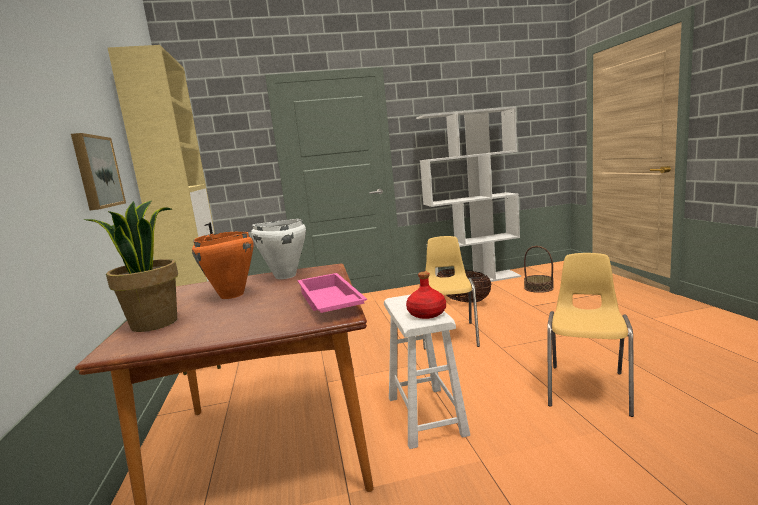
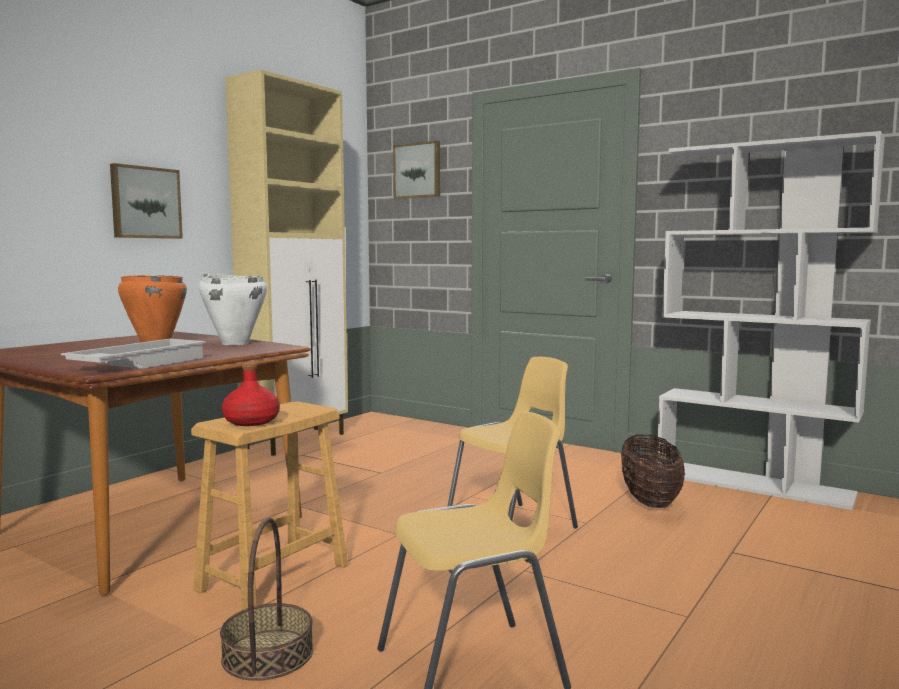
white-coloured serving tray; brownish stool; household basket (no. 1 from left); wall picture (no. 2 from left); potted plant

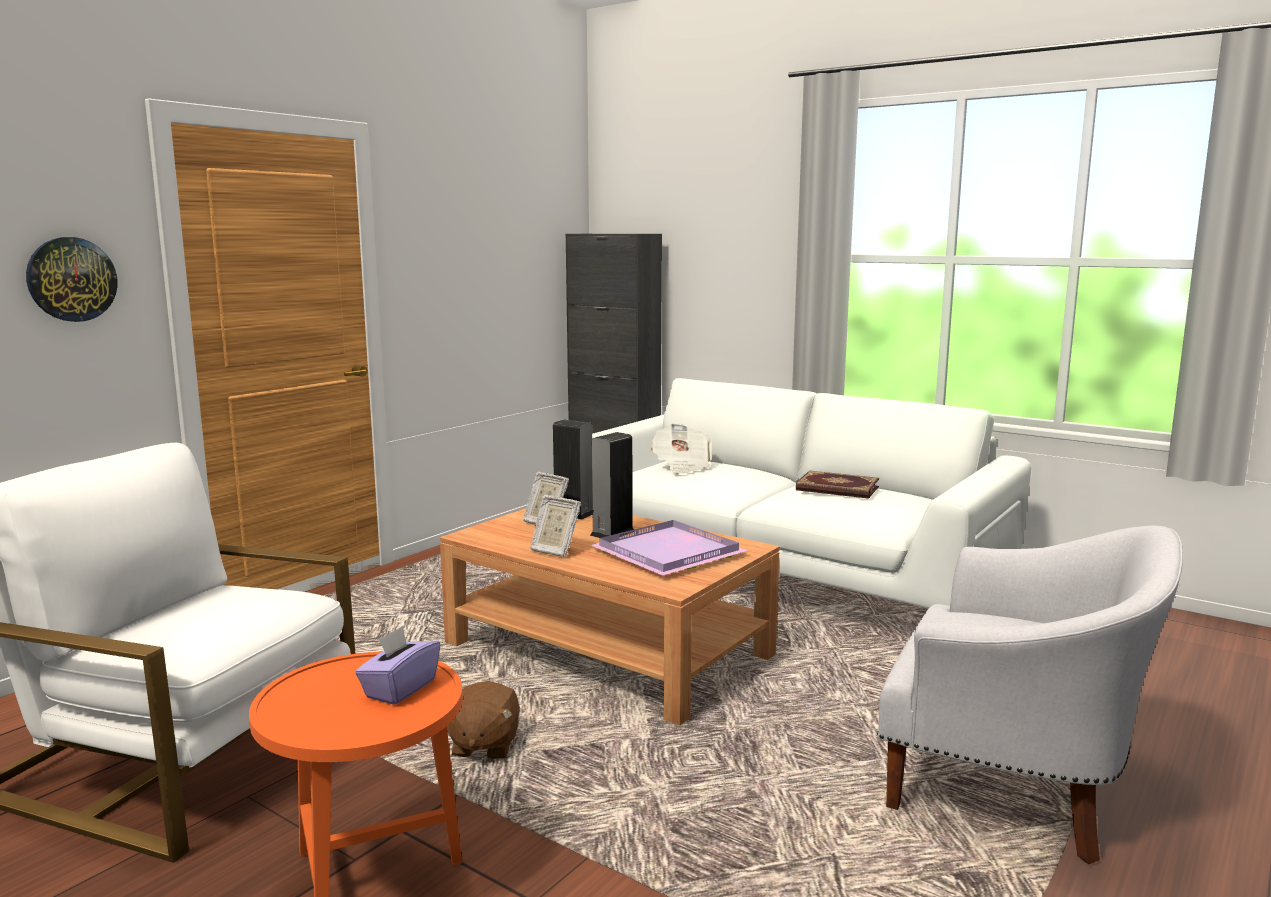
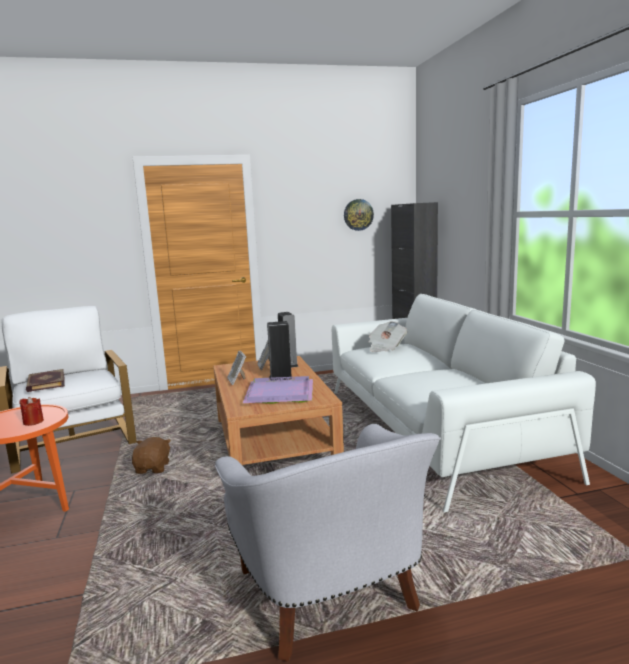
red wax light; book; brownish soft toy; wall clock

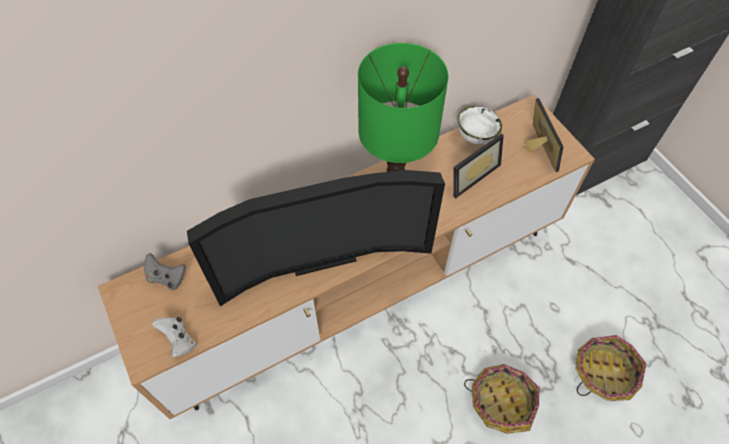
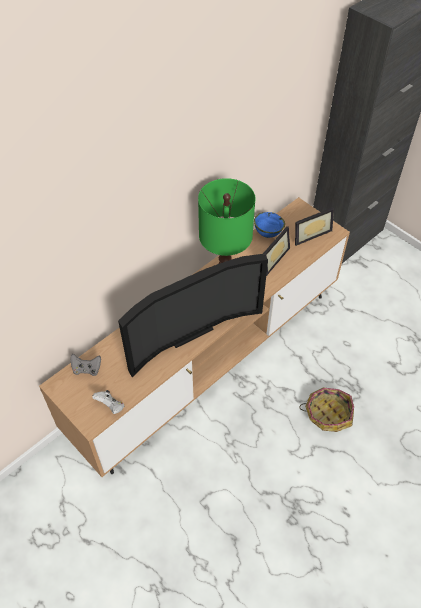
blue bowl; picture frame (no. 2 from left); household basket (no. 2 from left in the first image)

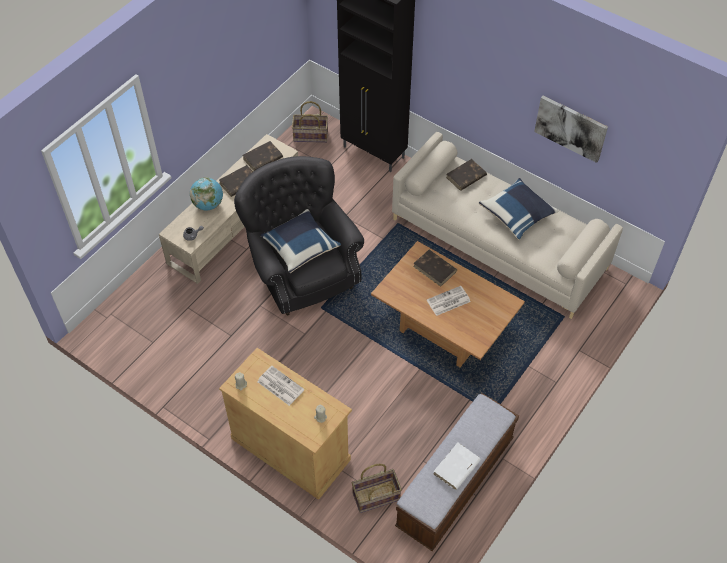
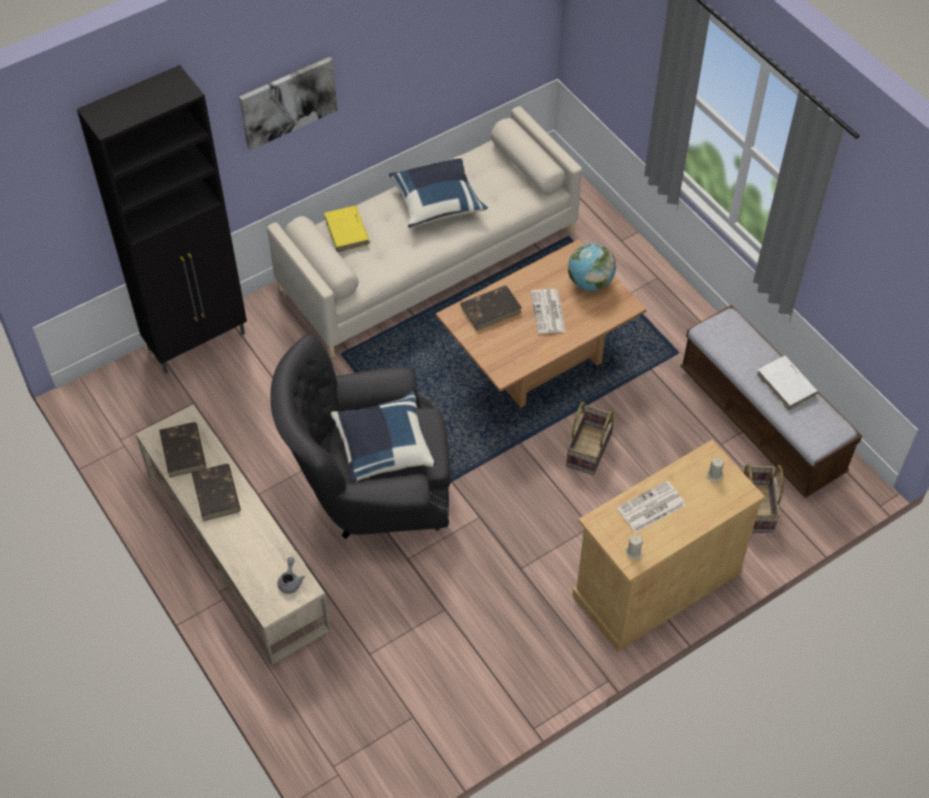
wall picture; yellowish book; household basket (no. 1 from left); globe

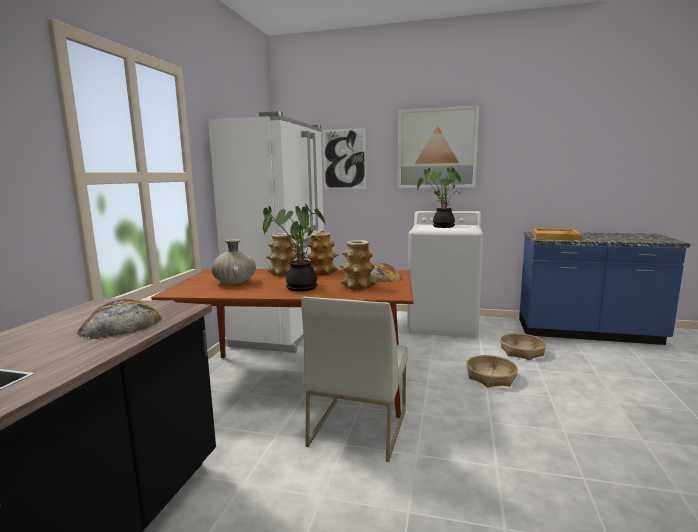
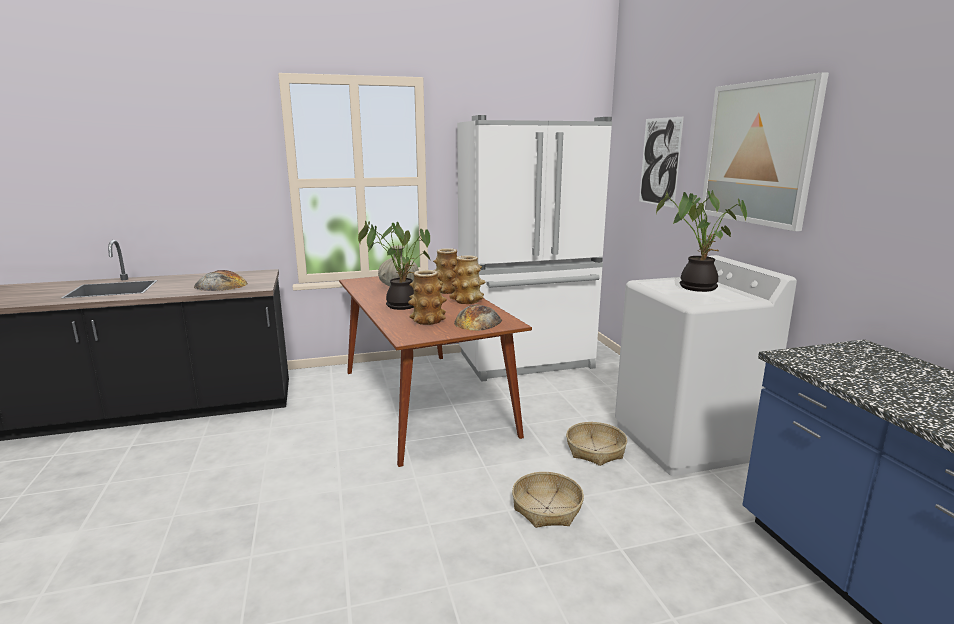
household basket (no. 2 from left); white-coloured chair; sand-coloured serving tray

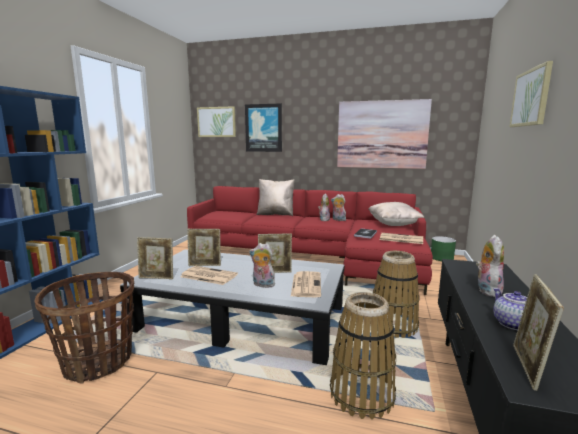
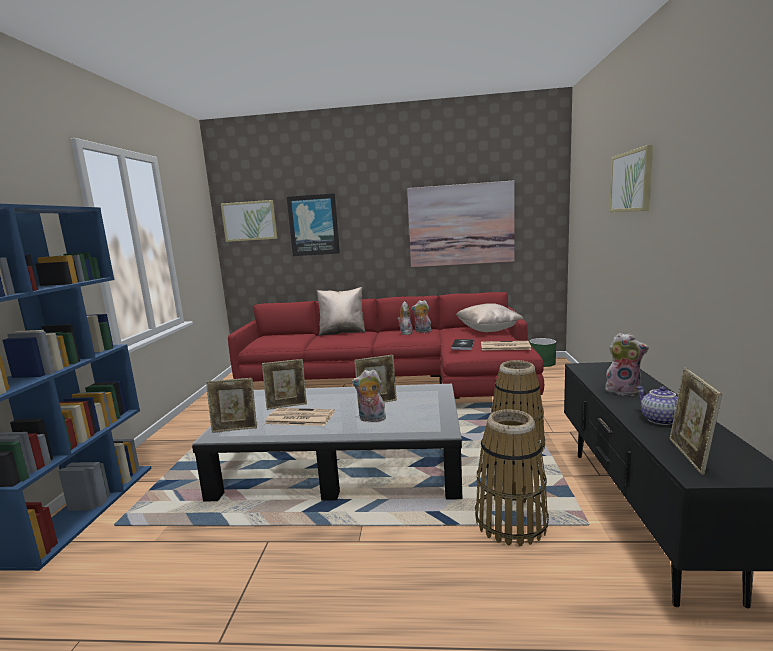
soft toy (no. 4 from left); household basket (no. 1 from left in the first image); daily paper (no. 2 from left in the first image)

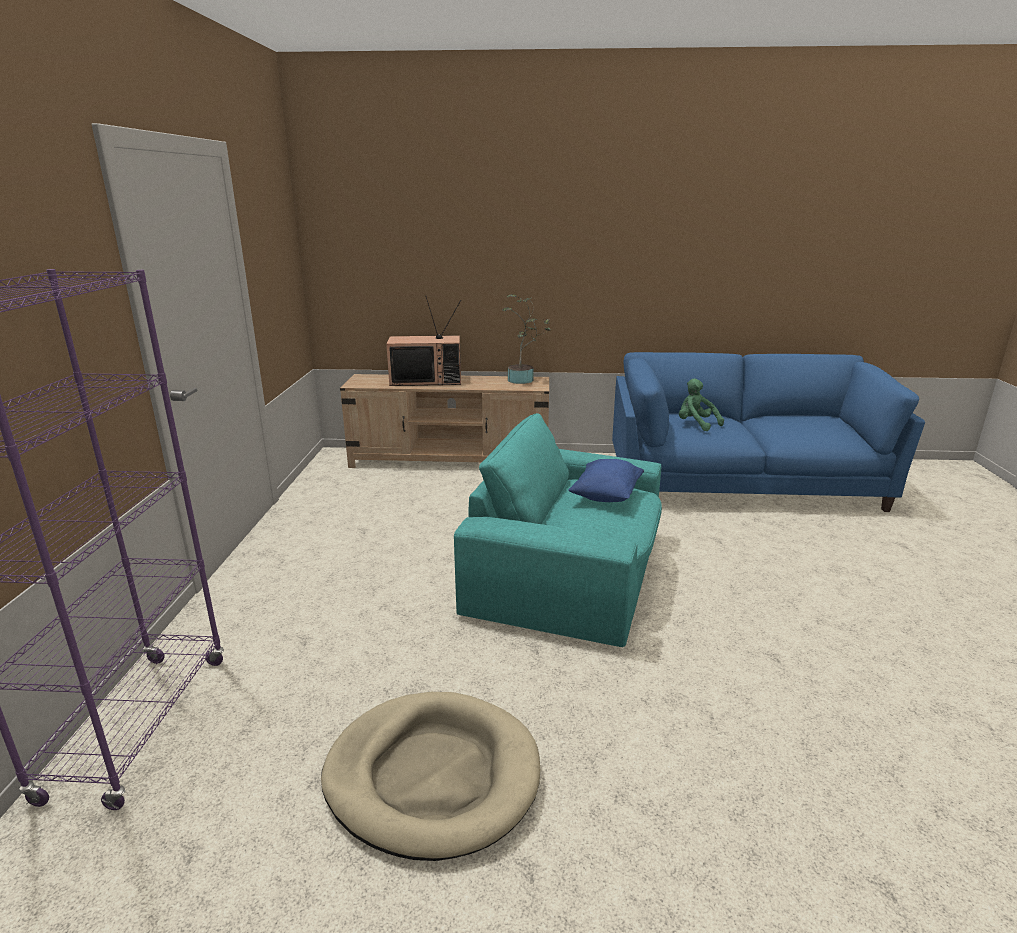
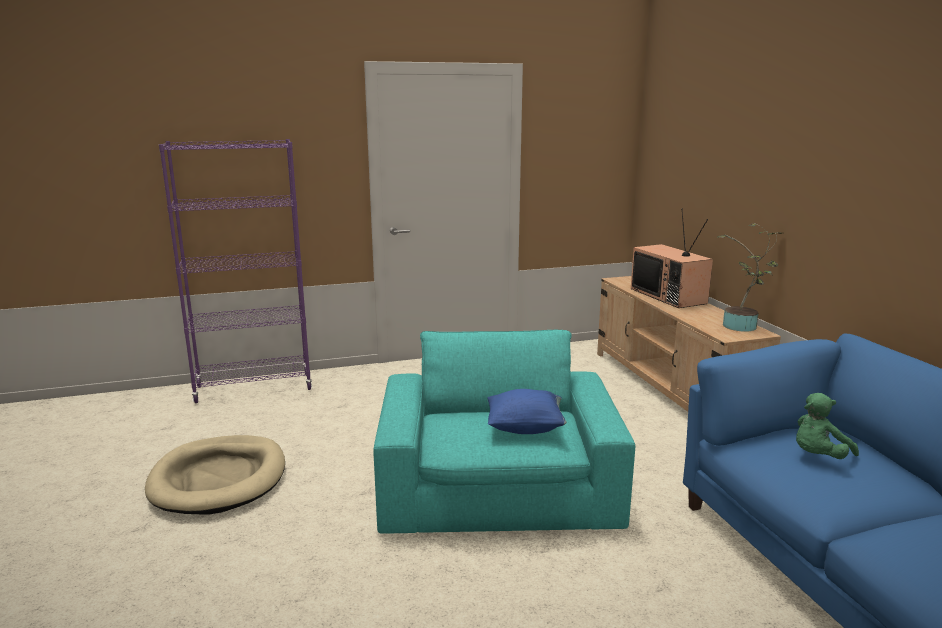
green-coloured soft toy

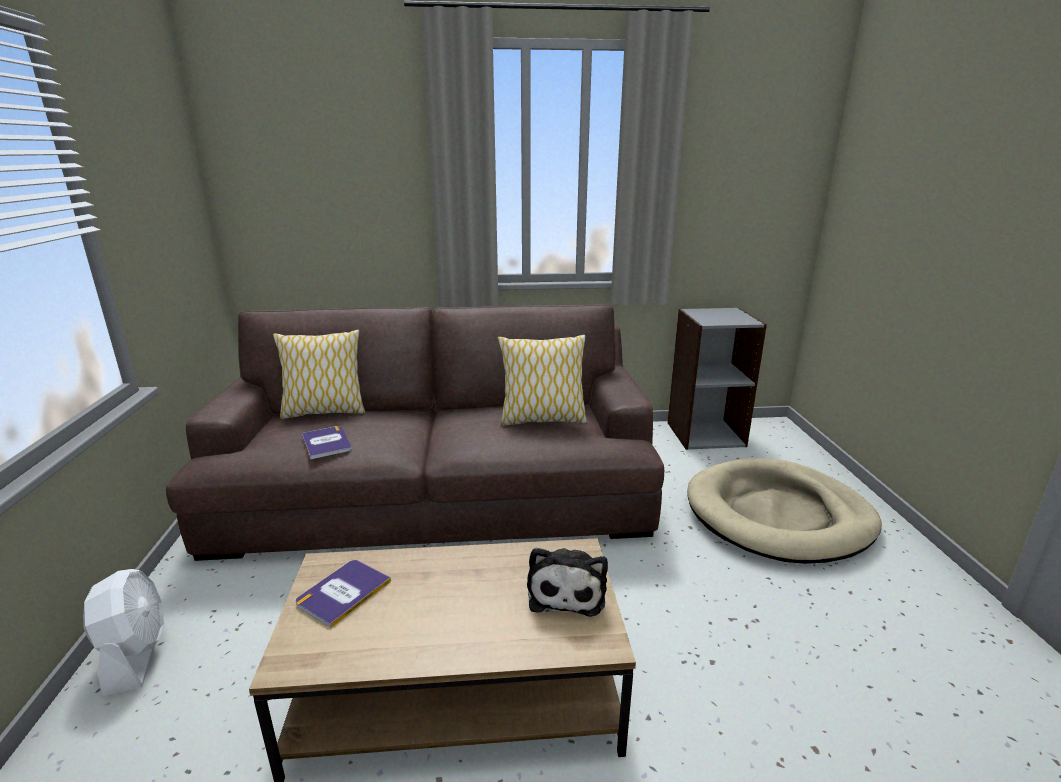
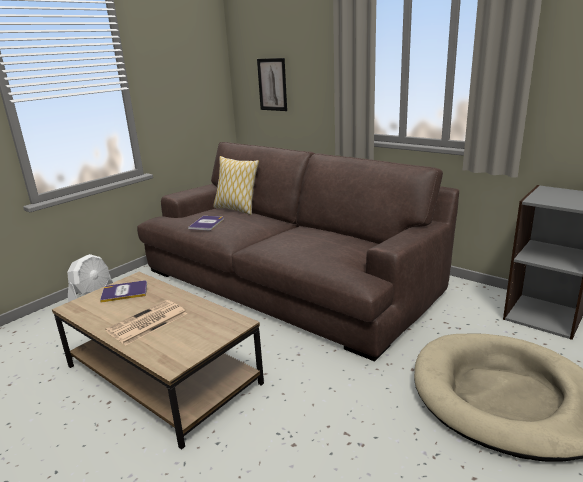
daily paper; wall picture; throw pillow (no. 2 from left in the first image); soft toy

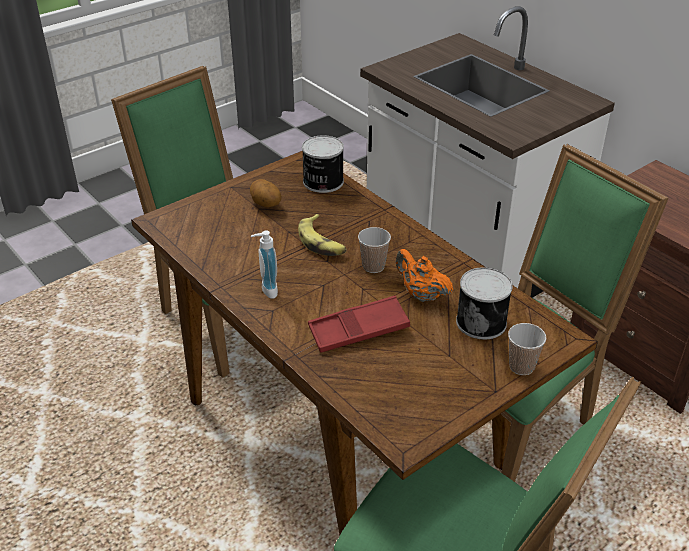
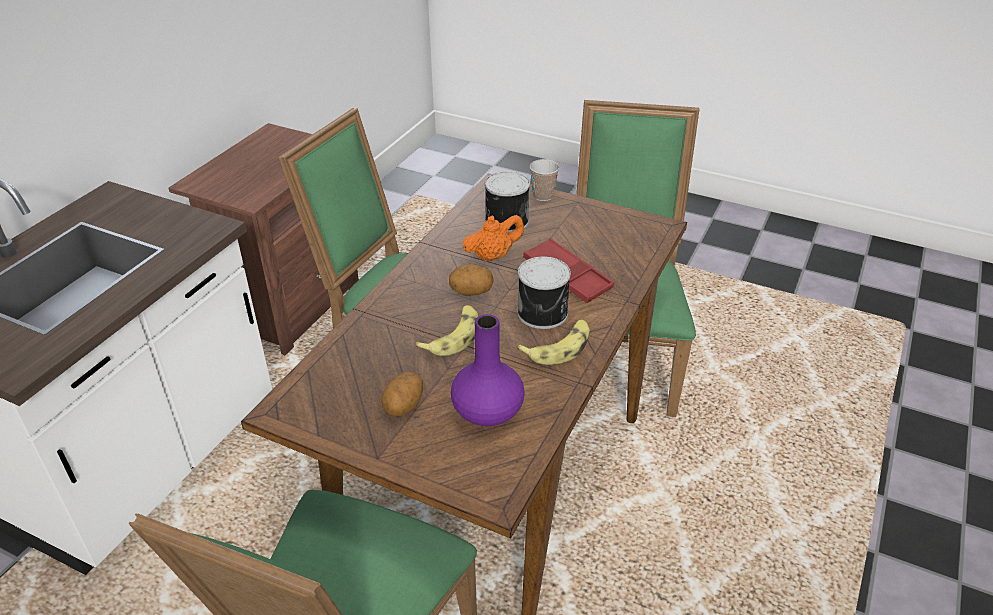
spud (no. 2 from left); purple decorative vase; orange pot for tea; metal can (no. 2 from left); banana (no. 2 from left)

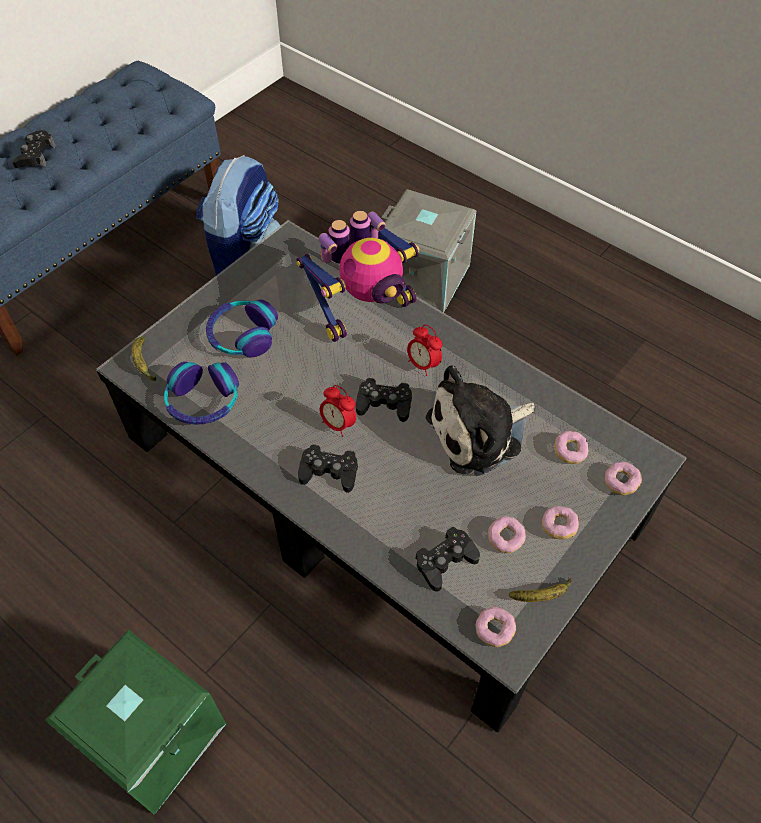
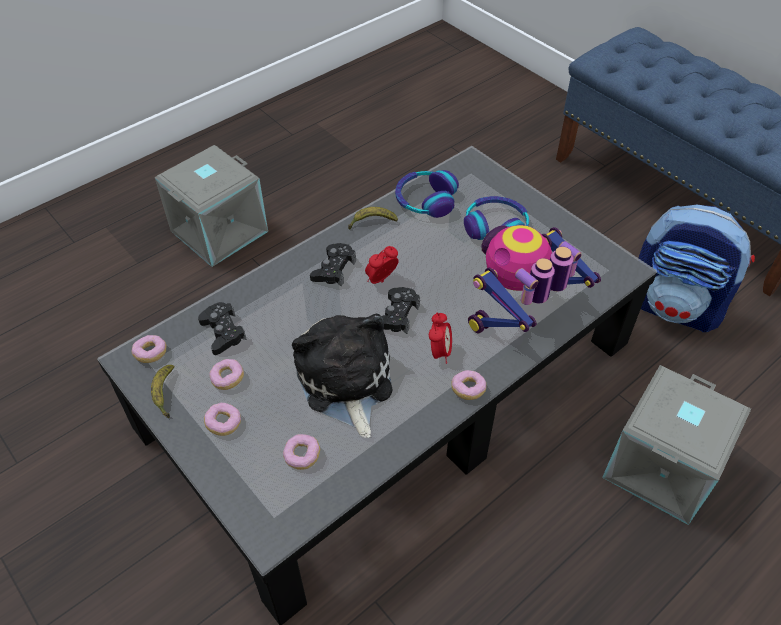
gray storage bin (no. 1 from left); banana (no. 2 from left); table clock (no. 2 from left); ring doughnut (no. 5 from left); toy robot; blackish game controller (no. 1 from left in the first image)

